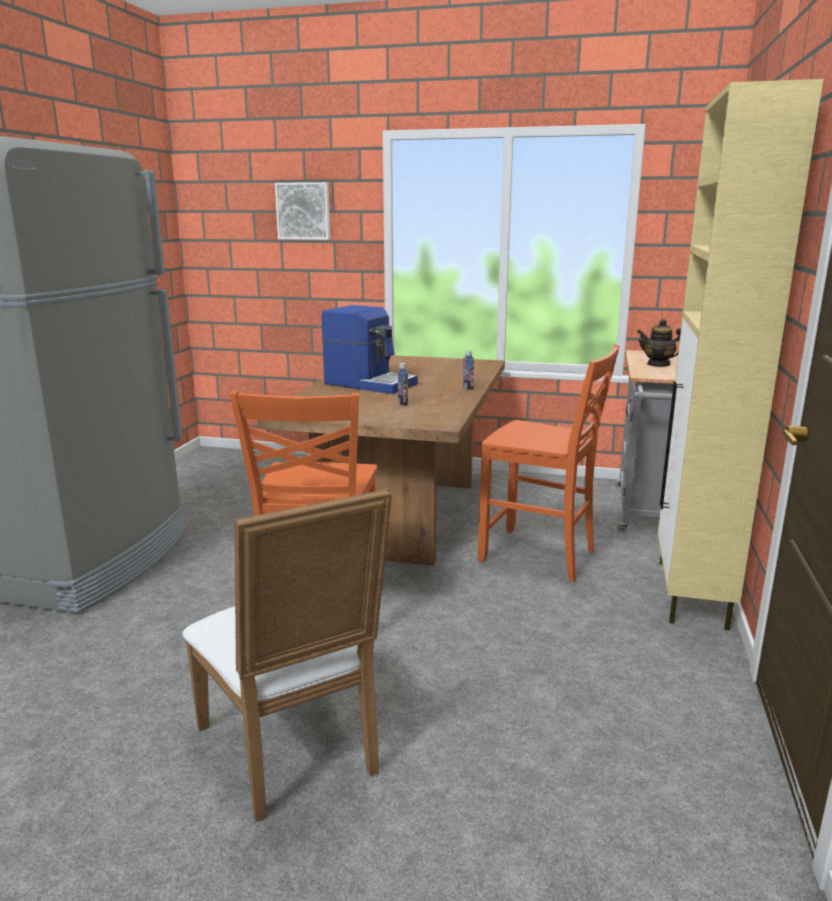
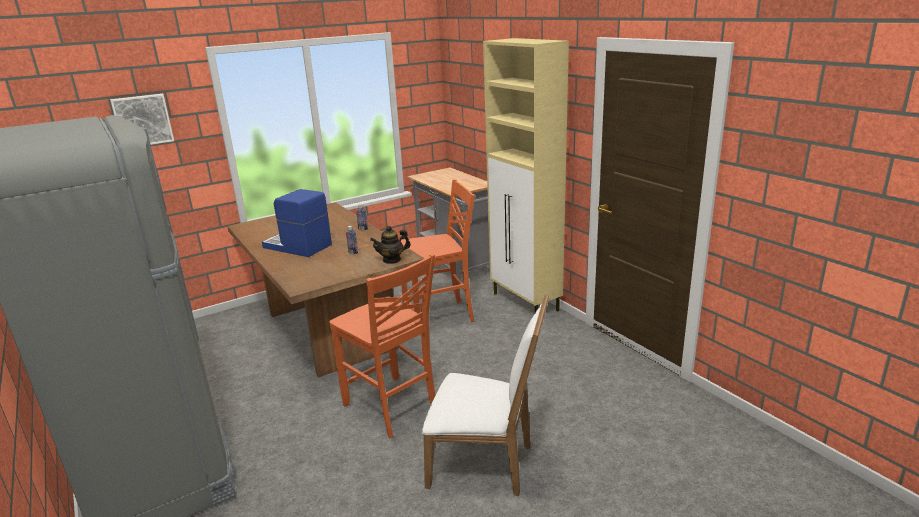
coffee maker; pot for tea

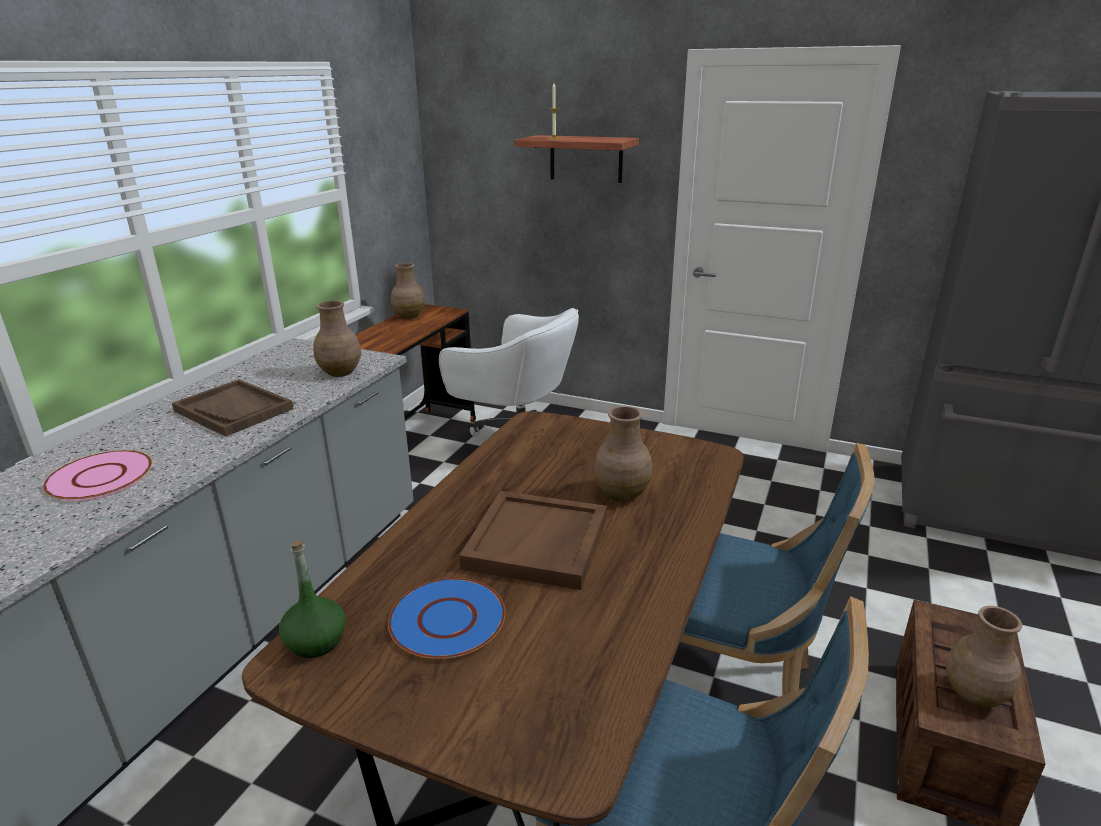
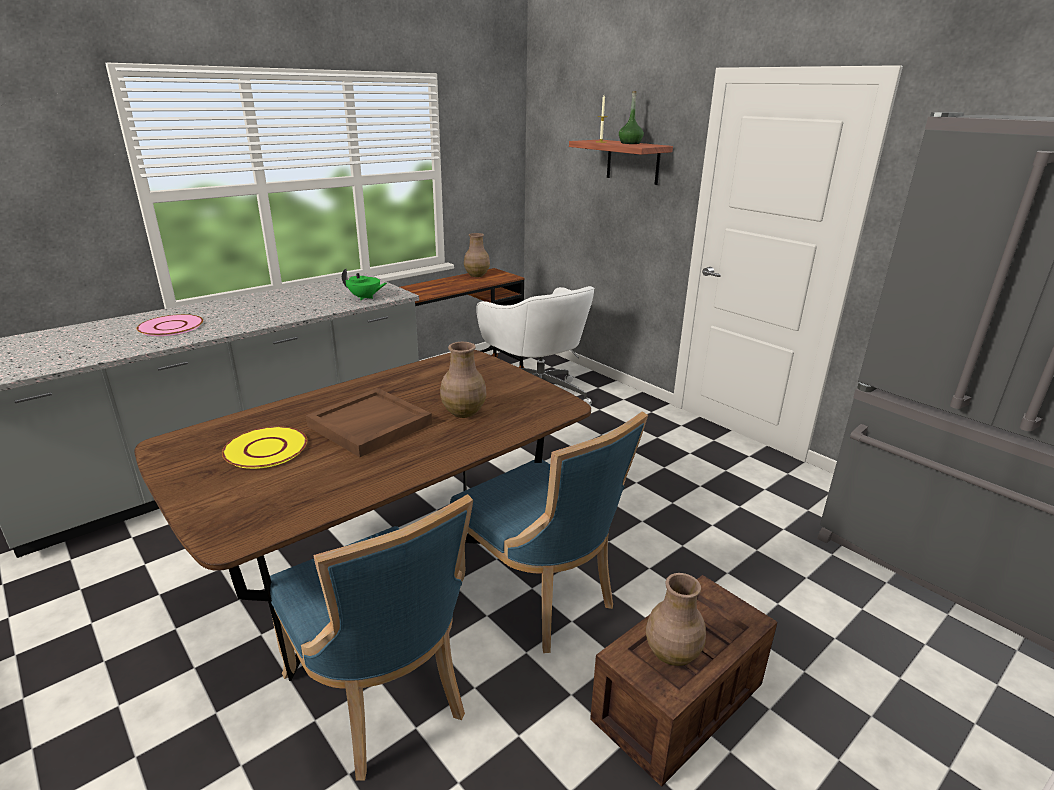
yellowish plate; green-coloured pot for tea; green-coloured drink bottle; brownish serving tray (no. 1 from left in the first image)

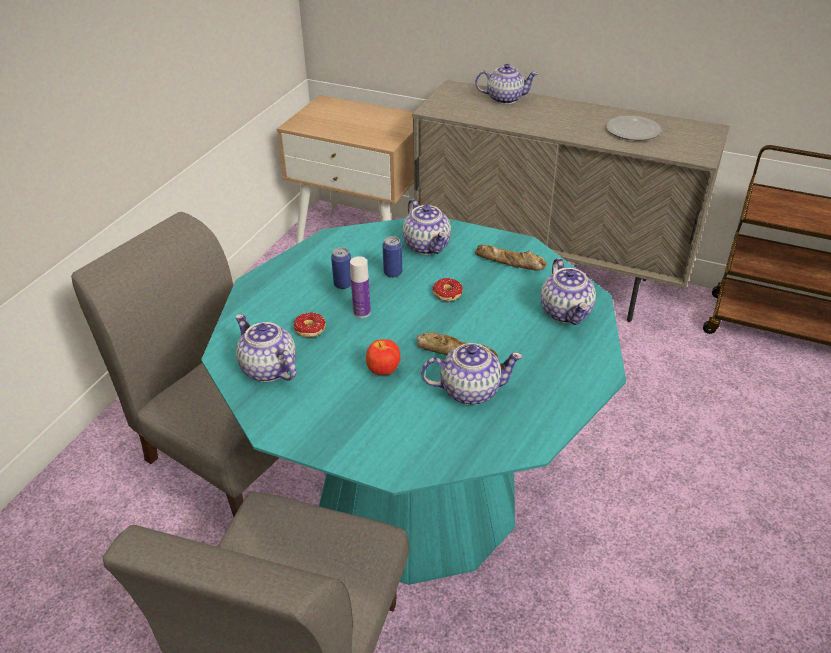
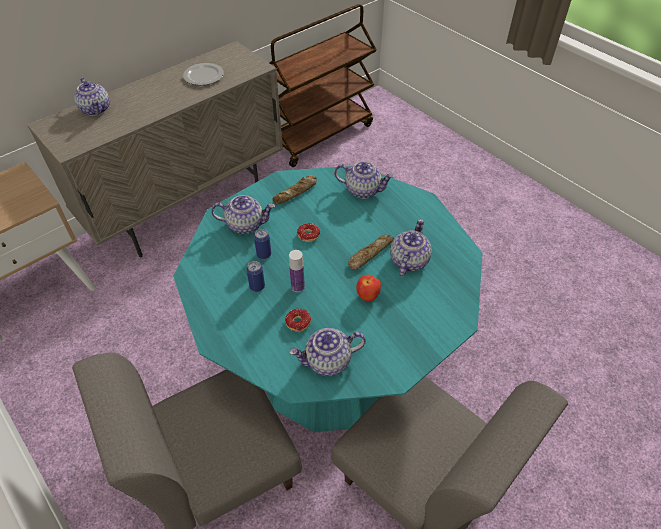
pot for tea (no. 1 from left)

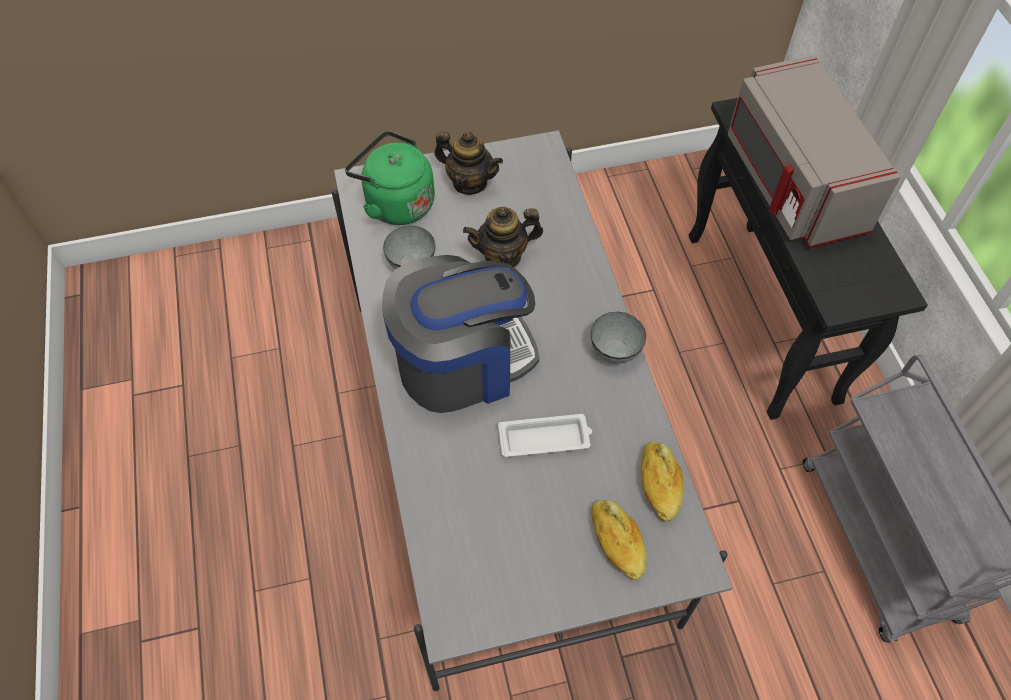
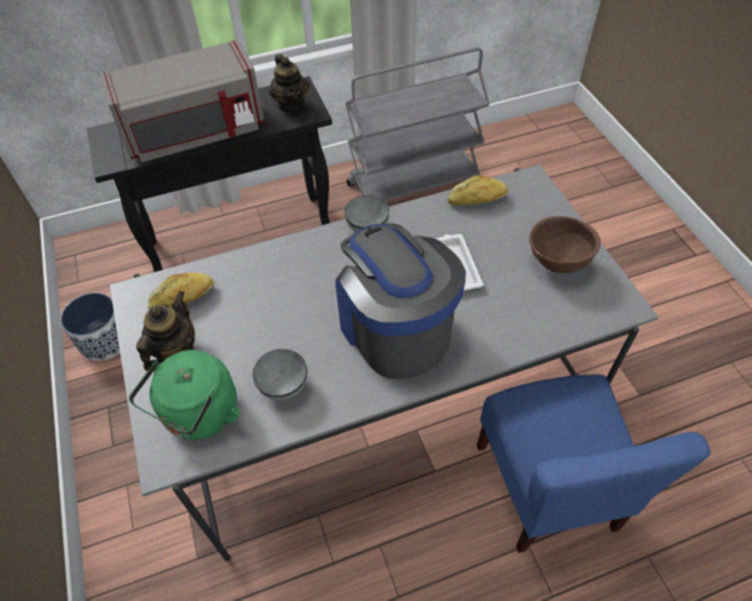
planter; baked bread (no. 1 from left); pot for tea (no. 2 from left); blue chair; brownish bowl

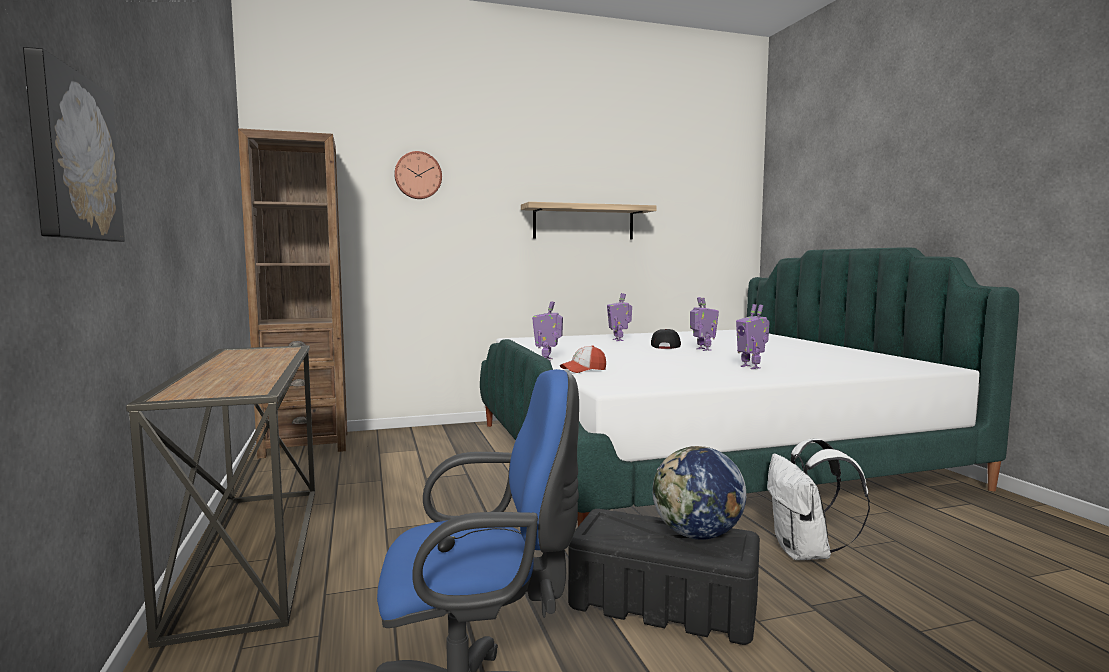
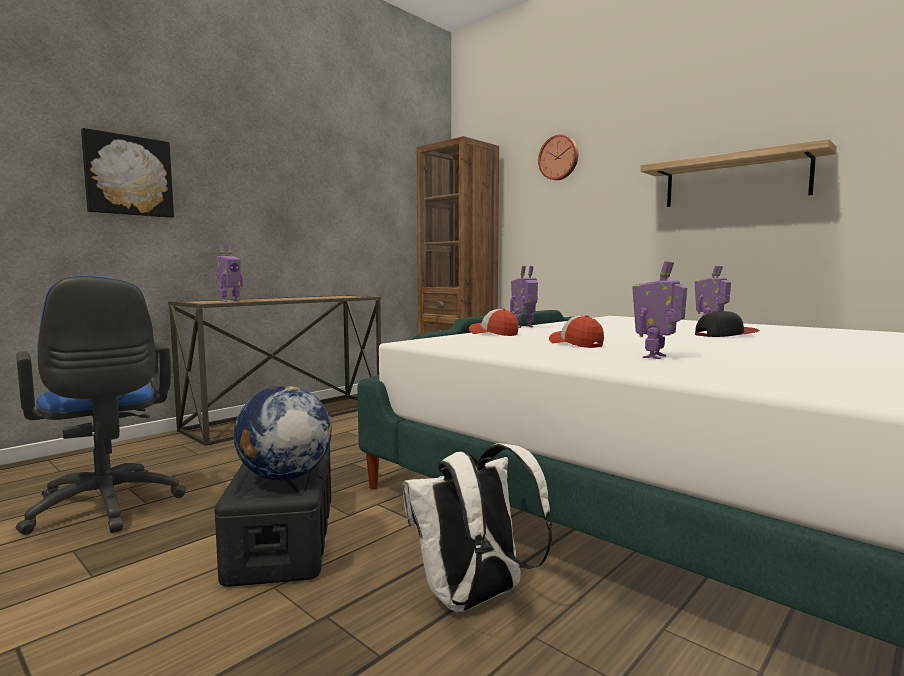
toy robot (no. 1 from left); cap (no. 2 from left)

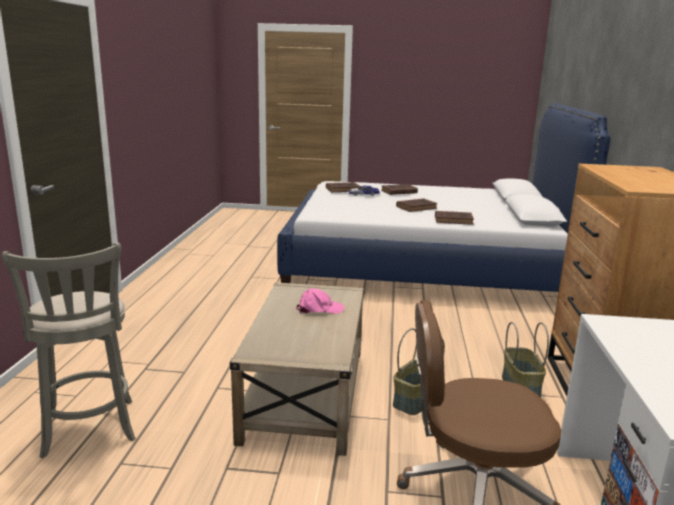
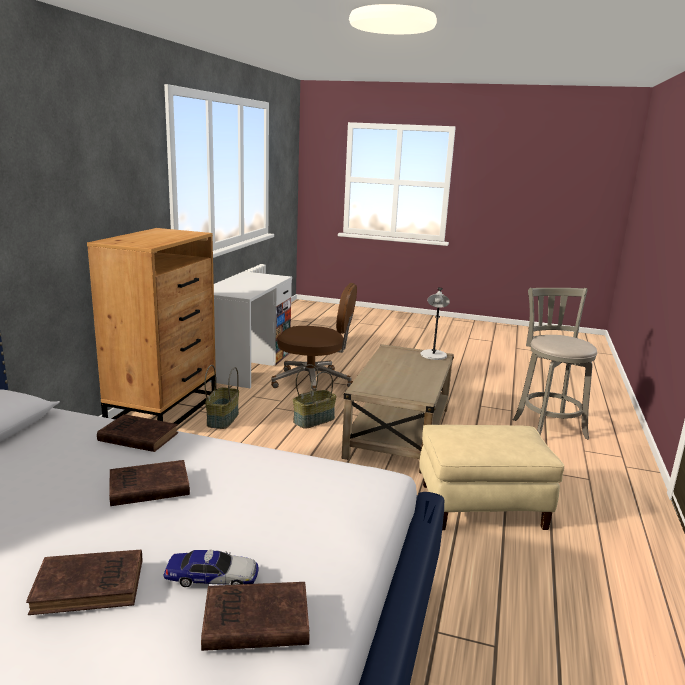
sand-coloured footrest; gray table lamp; pinkish cap

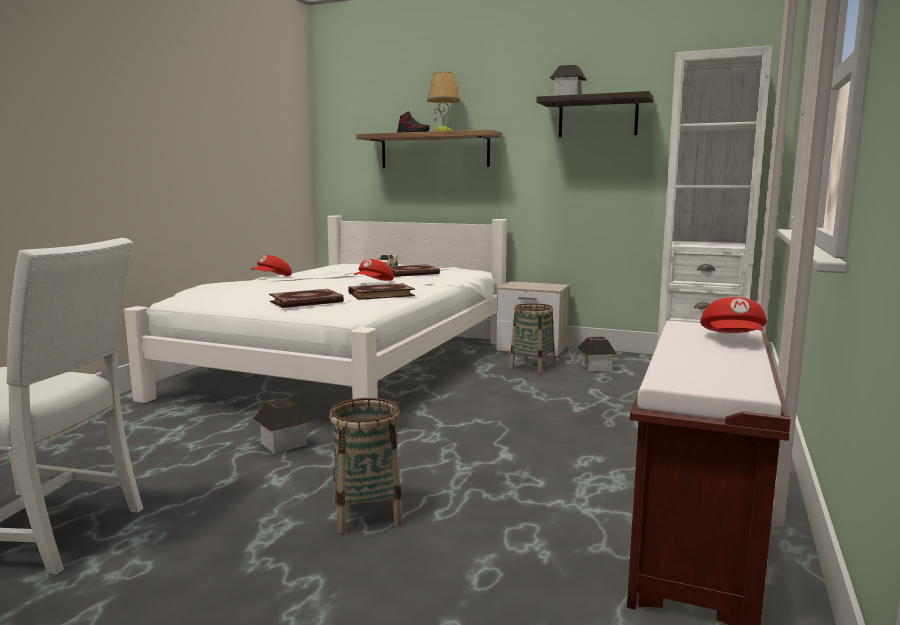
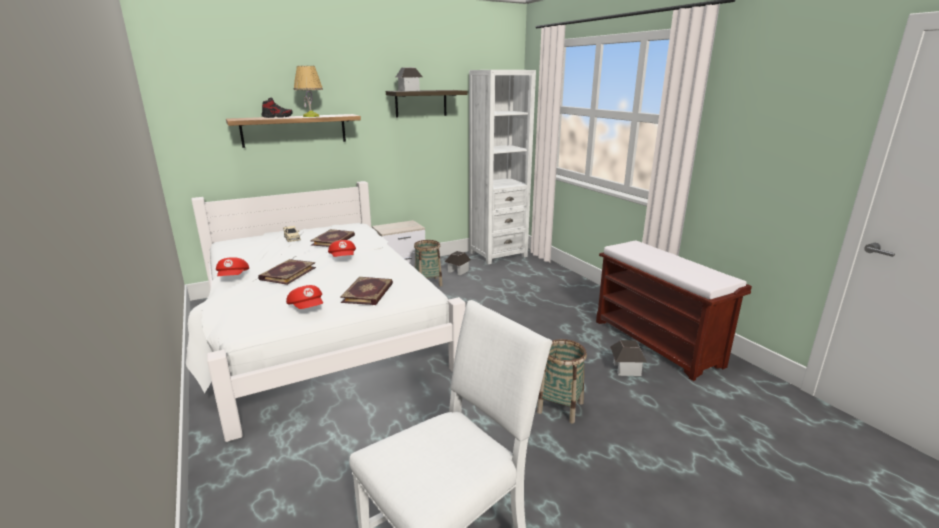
book (no. 1 from left); red cap (no. 2 from left); model house (no. 3 from left)

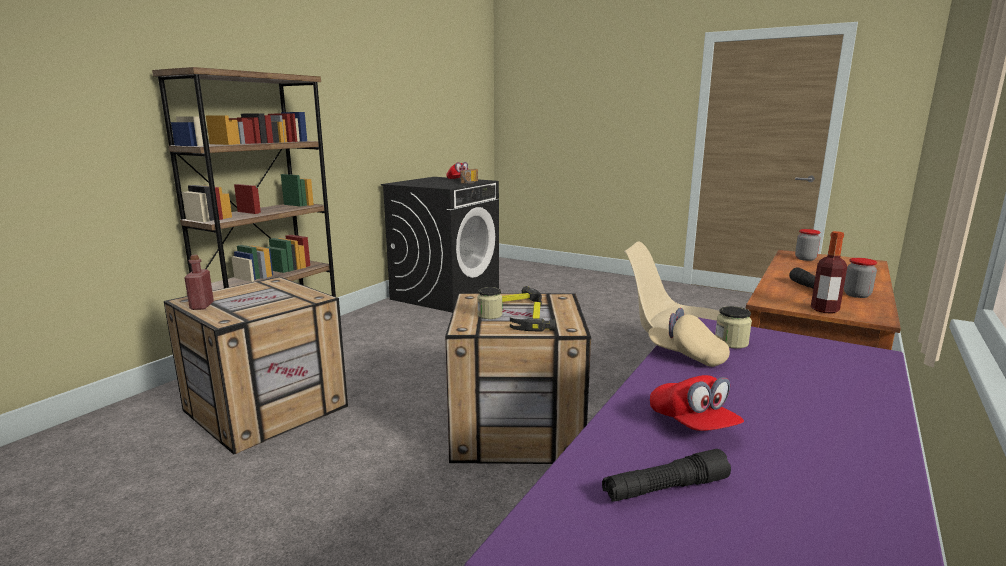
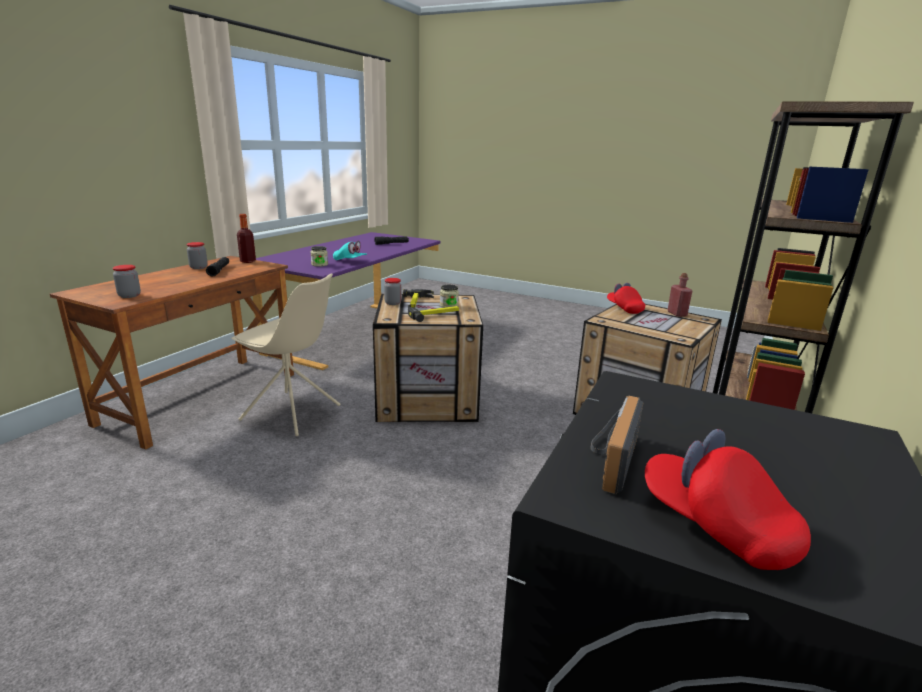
turquoise cap; preserve jar (no. 4 from left); red cap (no. 1 from left)

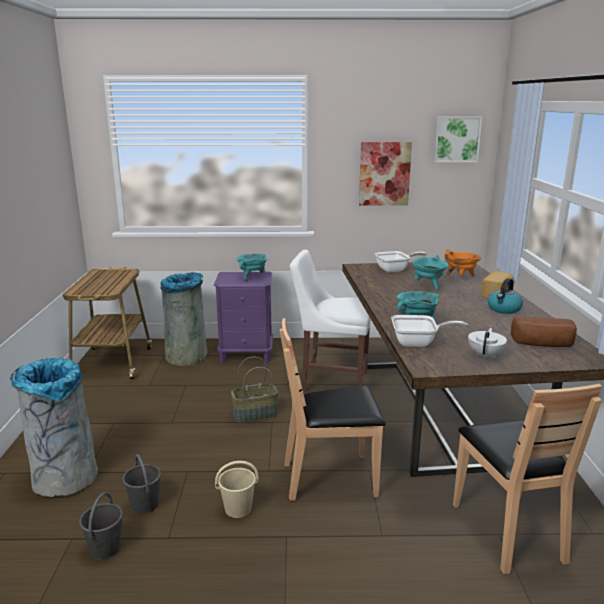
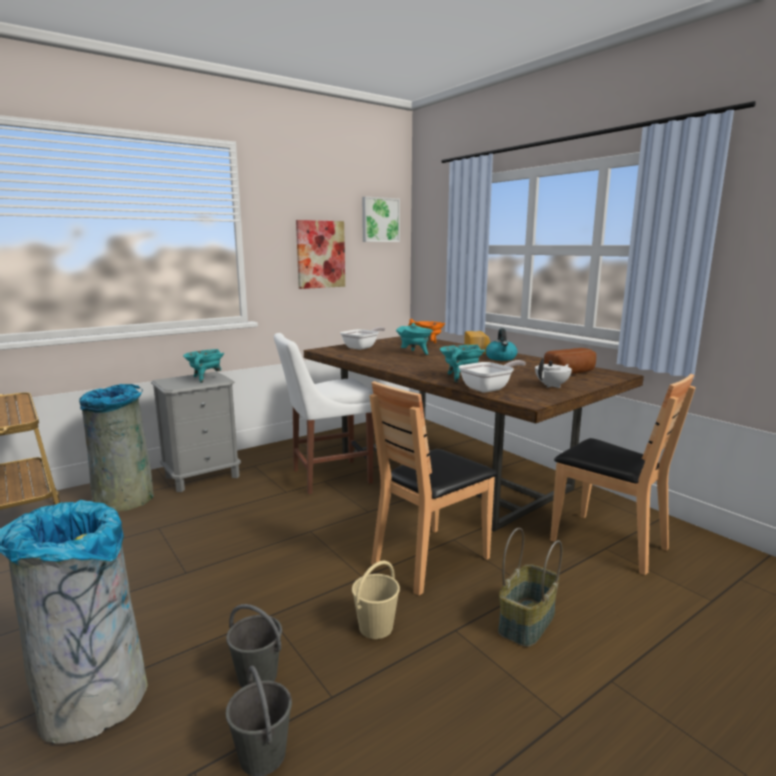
gray nightstand; household basket; white-coloured pot for tea

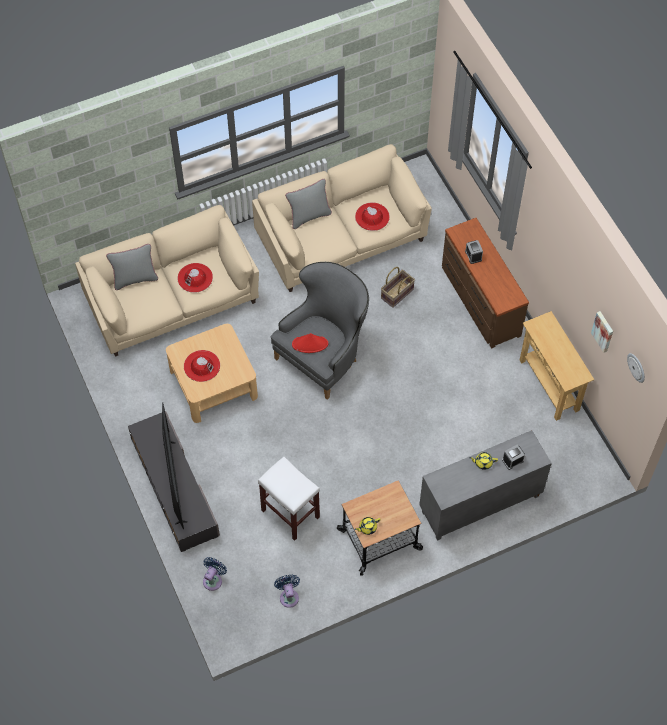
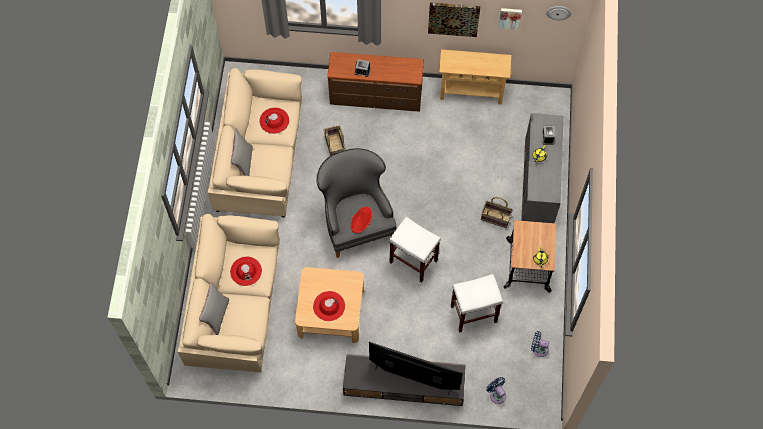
white-coloured stool (no. 1 from left); wall picture (no. 1 from left); household basket (no. 2 from left)

